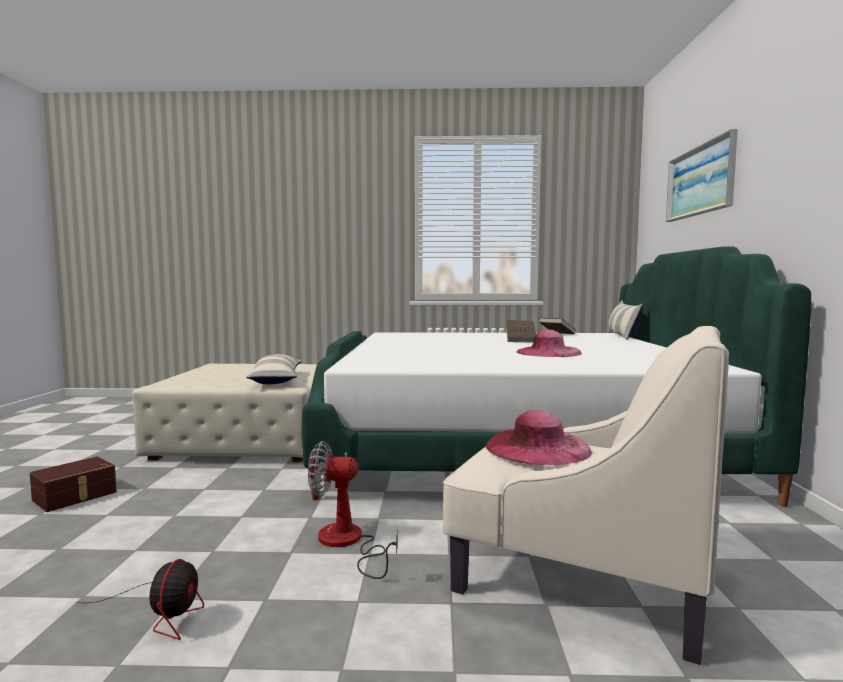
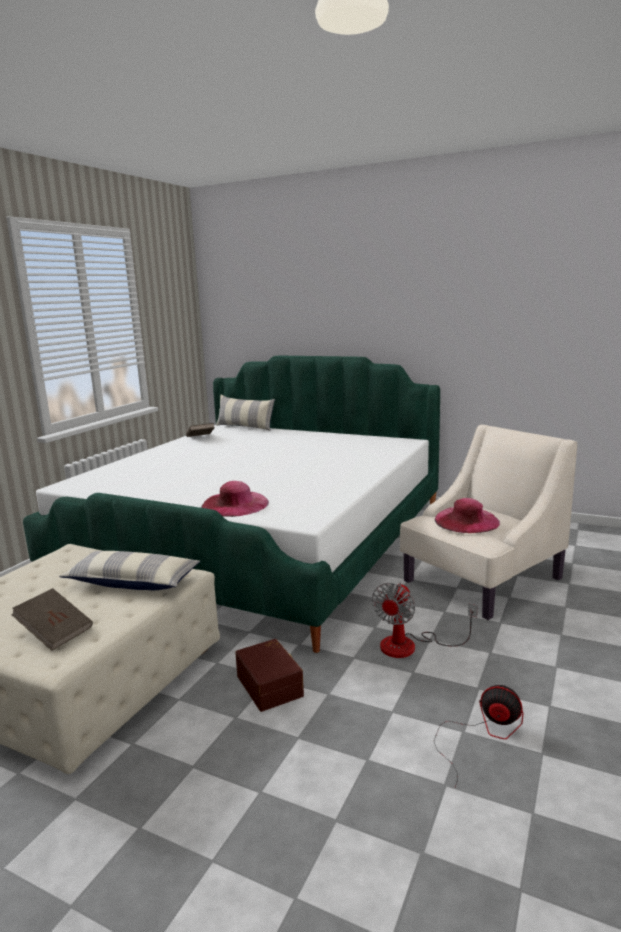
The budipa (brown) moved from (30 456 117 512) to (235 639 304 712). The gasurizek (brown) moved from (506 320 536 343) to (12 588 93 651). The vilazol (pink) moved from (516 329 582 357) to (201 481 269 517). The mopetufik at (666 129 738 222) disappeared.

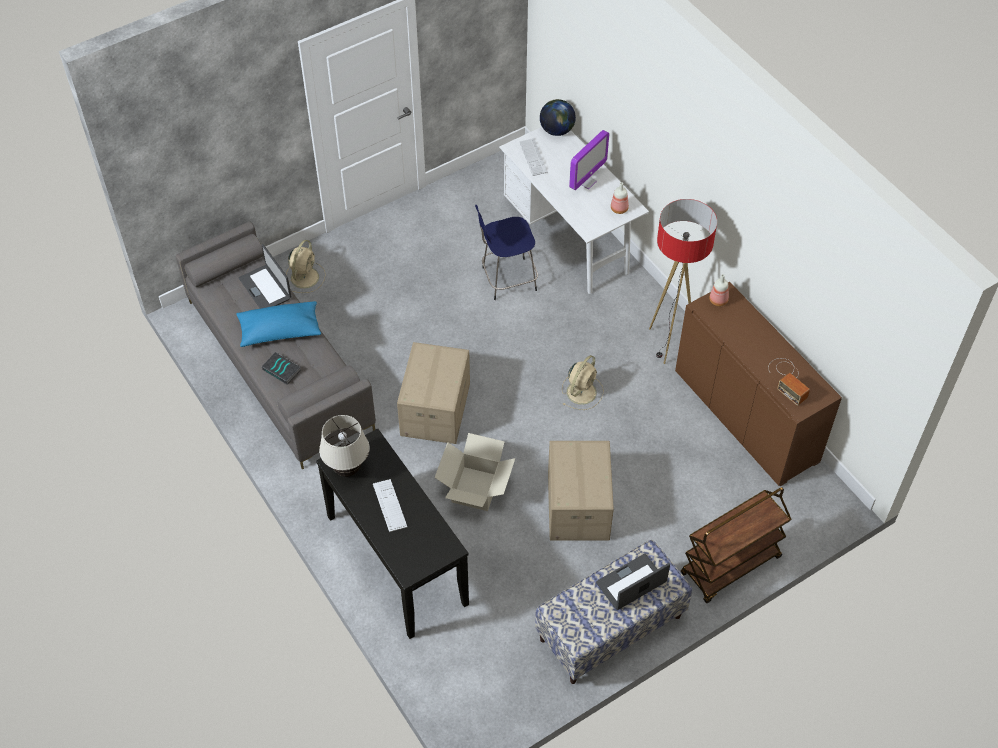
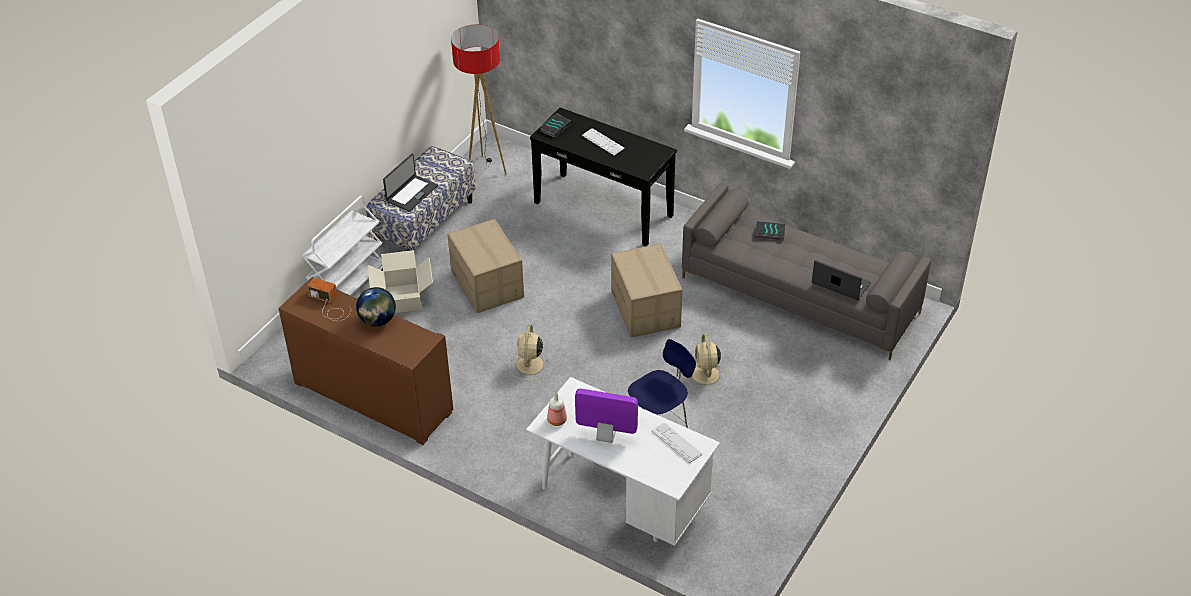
The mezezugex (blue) at (236 301 321 347) disappeared. The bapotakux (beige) moved from (286 240 326 293) to (686 334 728 391). The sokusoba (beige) at (319 415 370 477) disappeared. The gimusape moved from (435 433 515 511) to (368 250 433 313). The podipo moved from (540 99 576 136) to (356 287 396 327). The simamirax at (569 130 609 190) turned 90 degrees clockwise. The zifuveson moved from (649 199 717 364) to (451 24 507 175). The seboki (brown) at (681 487 792 603) became the seboki (white) at (302 196 383 295). The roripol at (709 274 729 306) disappeared. The gasurizek at (540 113 571 138) appeared.

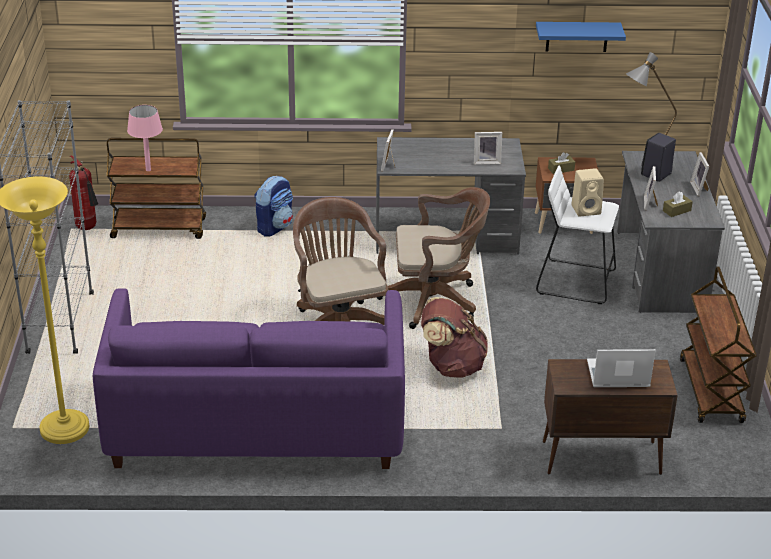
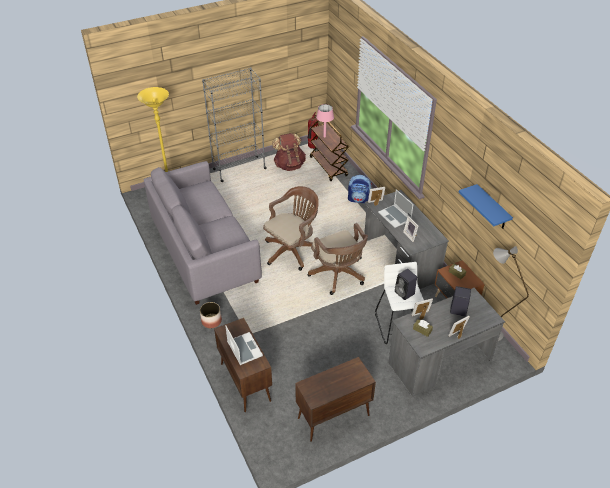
The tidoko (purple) at (93 288 405 469) became the tidoko (grey) at (144 161 262 305). The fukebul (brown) moved from (421 297 488 378) to (272 133 306 171). The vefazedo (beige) at (571 168 604 216) became the vefazedo (black) at (395 269 417 300). The seboki (brown) at (680 266 757 423) was replaced by the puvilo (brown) at (295 357 376 442). The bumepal at (200 302 222 328) appeared. The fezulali at (378 189 414 228) appeared.

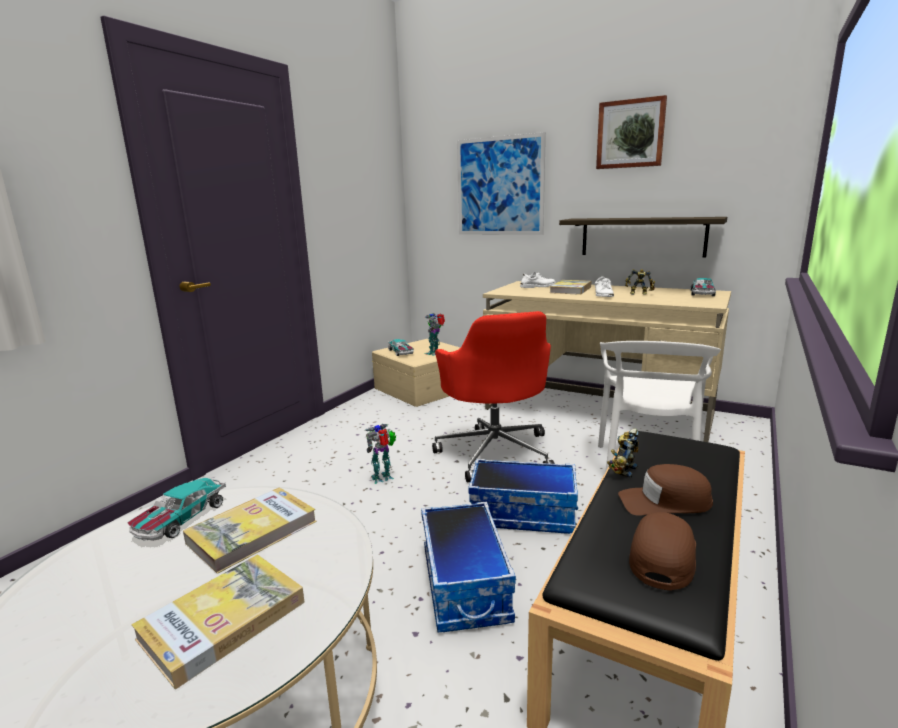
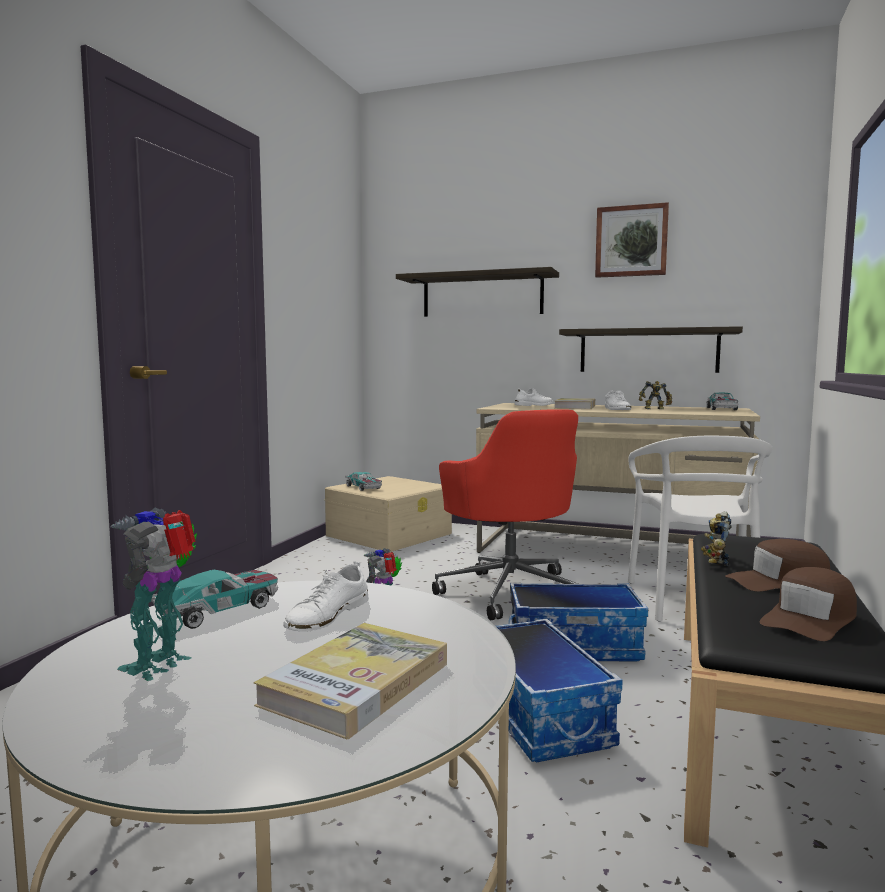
The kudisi at (127 477 226 541) turned 150 degrees counterclockwise. The gasurizek at (183 487 317 574) was replaced by the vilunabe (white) at (283 561 369 632). The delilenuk moved from (425 313 445 356) to (110 508 197 681). The mopetufik at (457 132 546 235) was replaced by the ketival at (396 267 559 317). The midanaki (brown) at (629 512 696 590) turned 150 degrees counterclockwise.

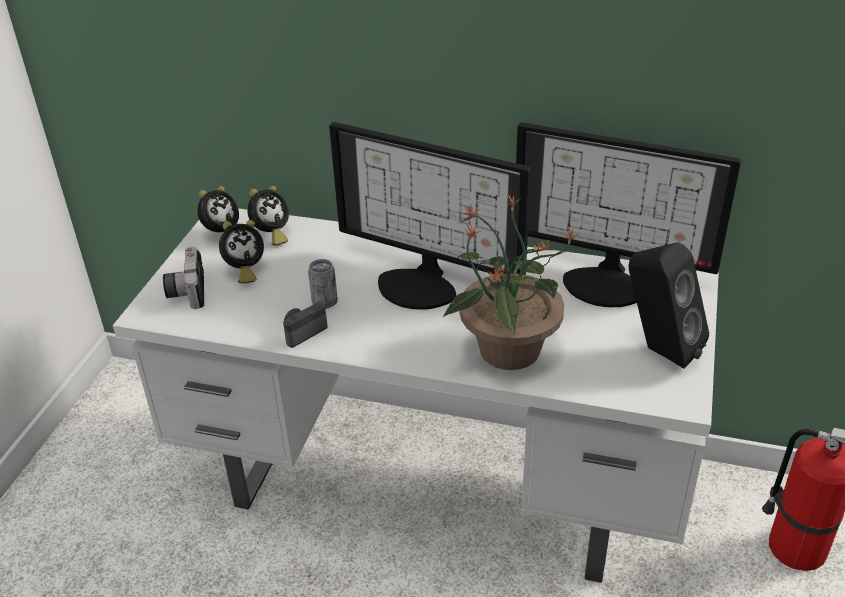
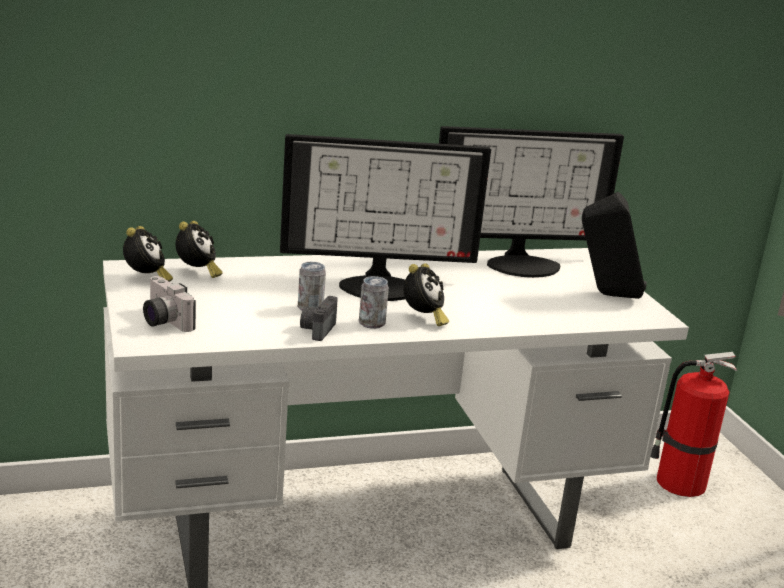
The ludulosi moved from (219 220 264 284) to (403 263 449 326). The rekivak at (443 193 579 370) disappeared. The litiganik at (359 276 389 329) appeared.

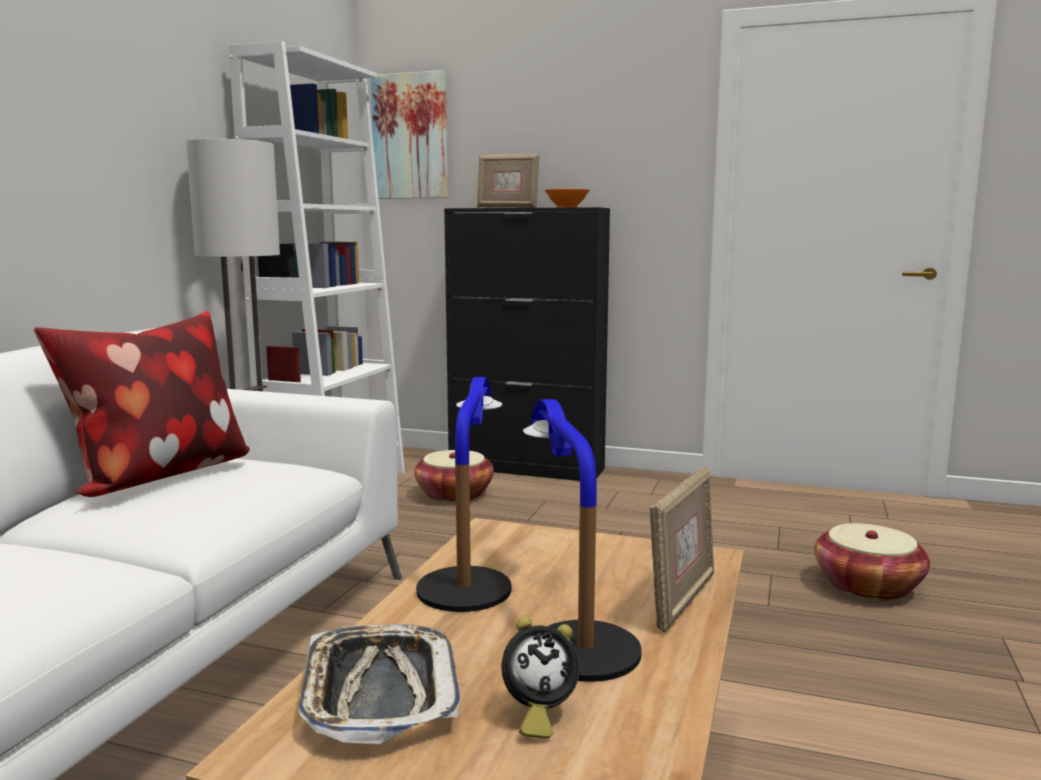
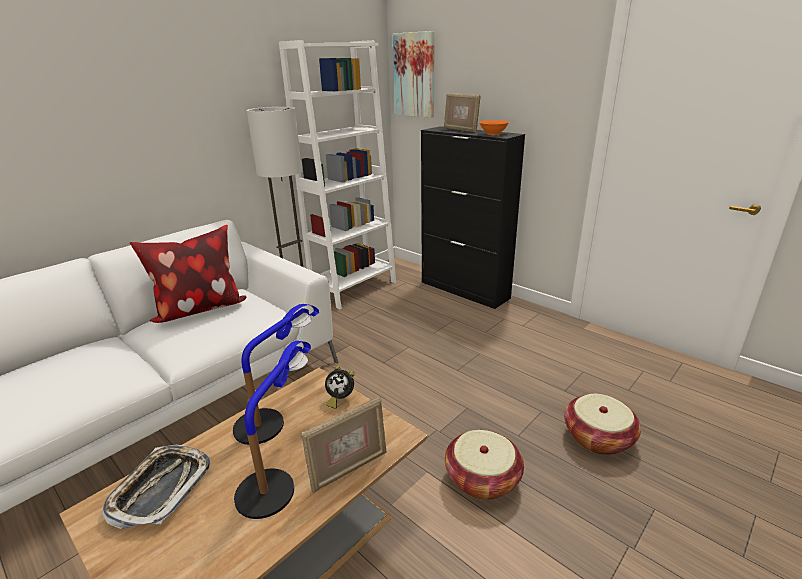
The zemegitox moved from (414 450 494 503) to (445 430 524 500). The ludulosi moved from (502 617 580 738) to (325 366 355 409).

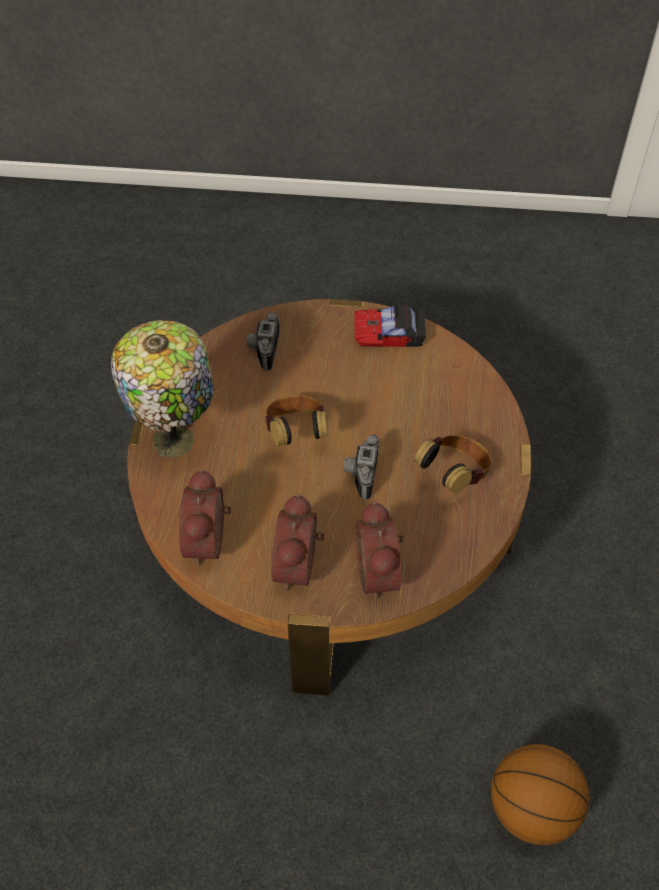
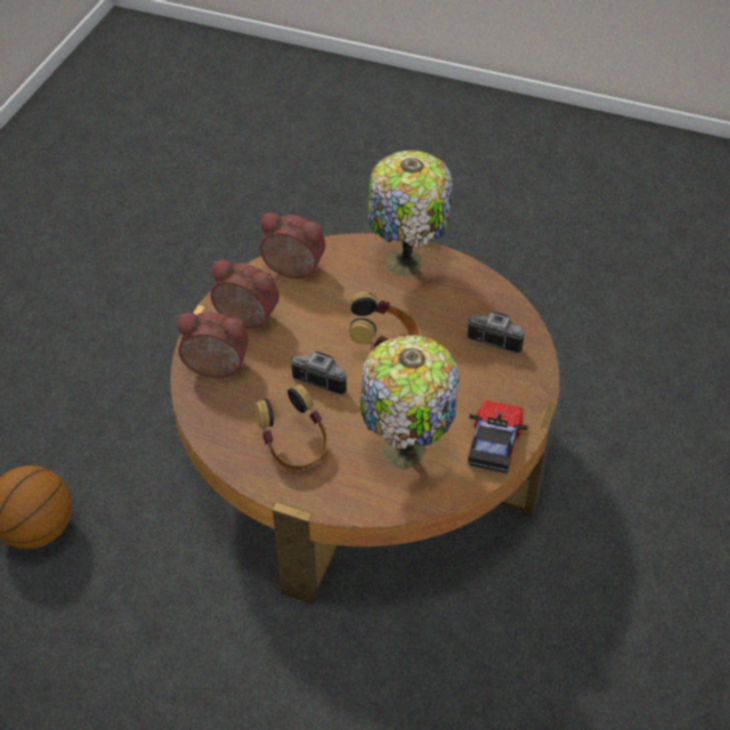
The sokusoba at (360 335 459 470) appeared.

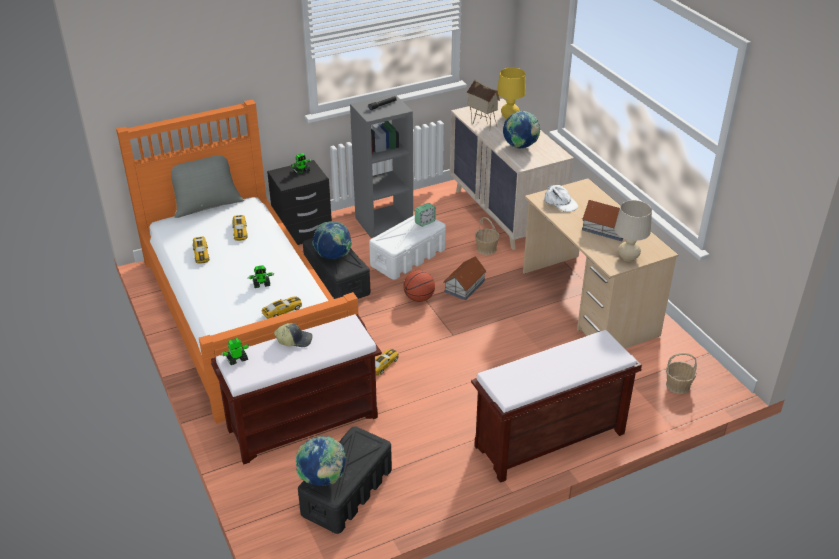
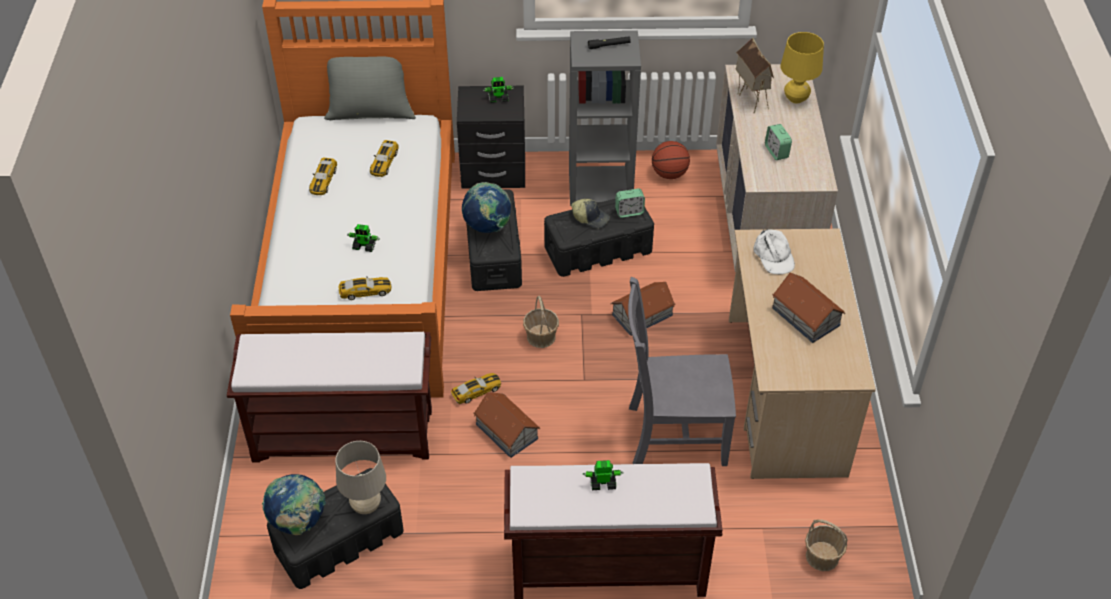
The delilenuk moved from (220 338 250 365) to (583 460 623 490). The midanaki moved from (274 323 313 347) to (571 199 610 229). The budipa (white) at (369 215 446 280) became the budipa (black) at (544 199 654 277). The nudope moved from (403 270 435 302) to (652 141 690 179). The zemegitox moved from (475 217 500 255) to (523 296 559 348). The podipo at (503 111 540 149) was replaced by the ludulosi at (765 124 792 160). The sokusoba (beige) moved from (614 200 652 261) to (335 441 386 514). The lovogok at (474 392 540 458) appeared. The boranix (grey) at (628 277 736 466) appeared.

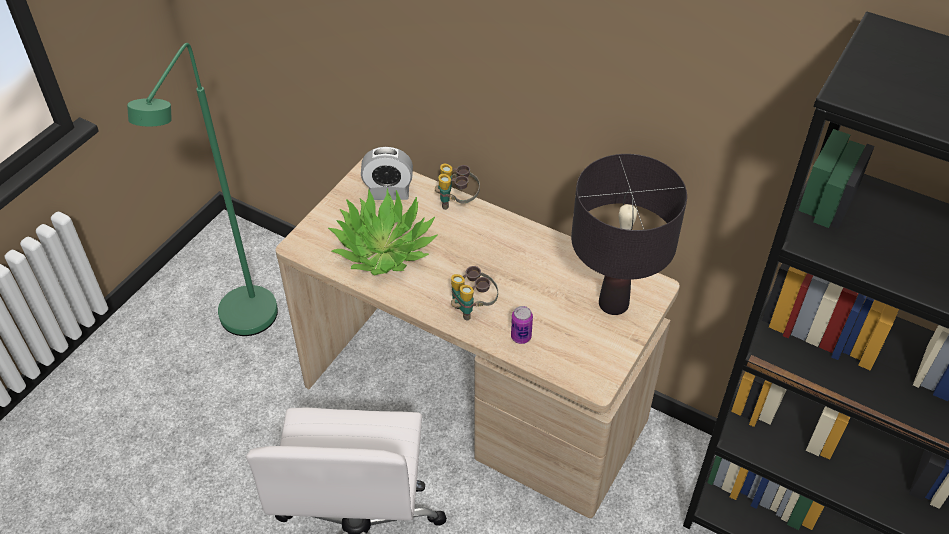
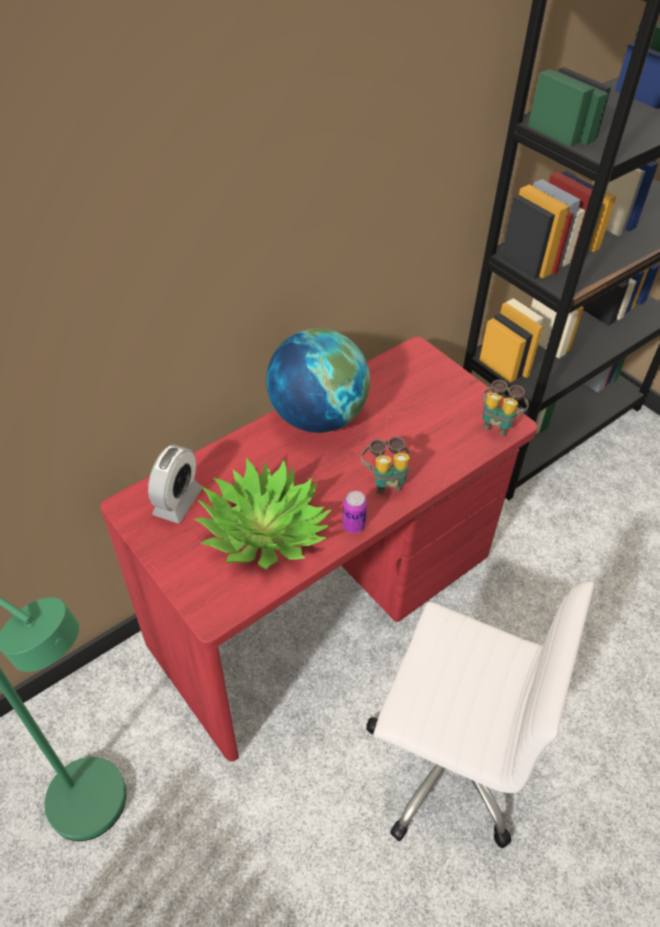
The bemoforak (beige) at (275 158 680 518) became the bemoforak (red) at (100 337 538 762). The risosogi moved from (435 164 480 210) to (482 380 529 436). The litiganik moved from (511 306 533 344) to (342 491 367 533). The sokusoba (black) at (571 154 687 315) disappeared. The podipo at (266 328 370 433) appeared.

